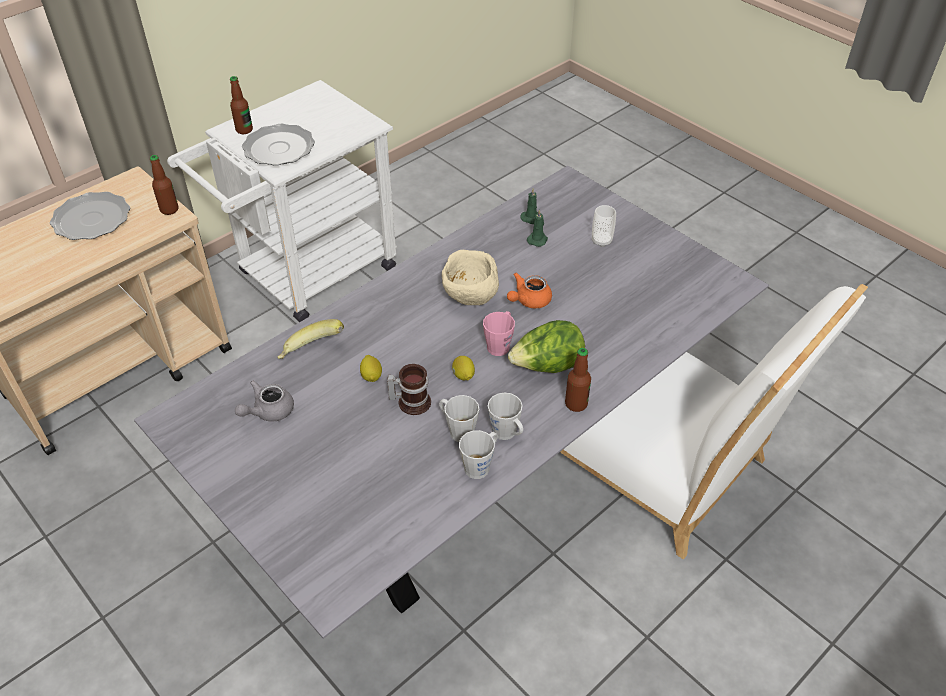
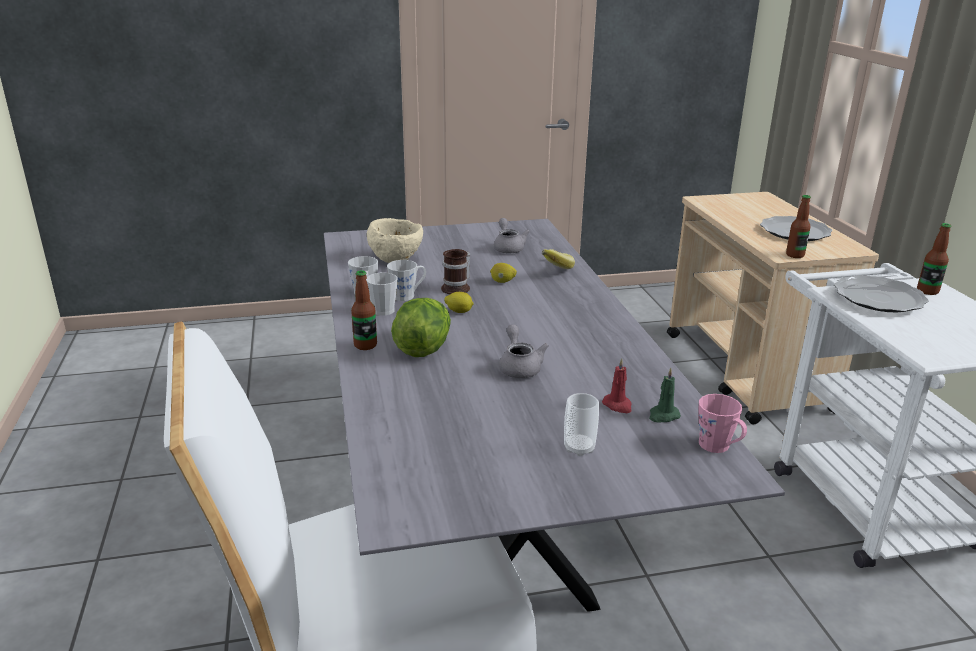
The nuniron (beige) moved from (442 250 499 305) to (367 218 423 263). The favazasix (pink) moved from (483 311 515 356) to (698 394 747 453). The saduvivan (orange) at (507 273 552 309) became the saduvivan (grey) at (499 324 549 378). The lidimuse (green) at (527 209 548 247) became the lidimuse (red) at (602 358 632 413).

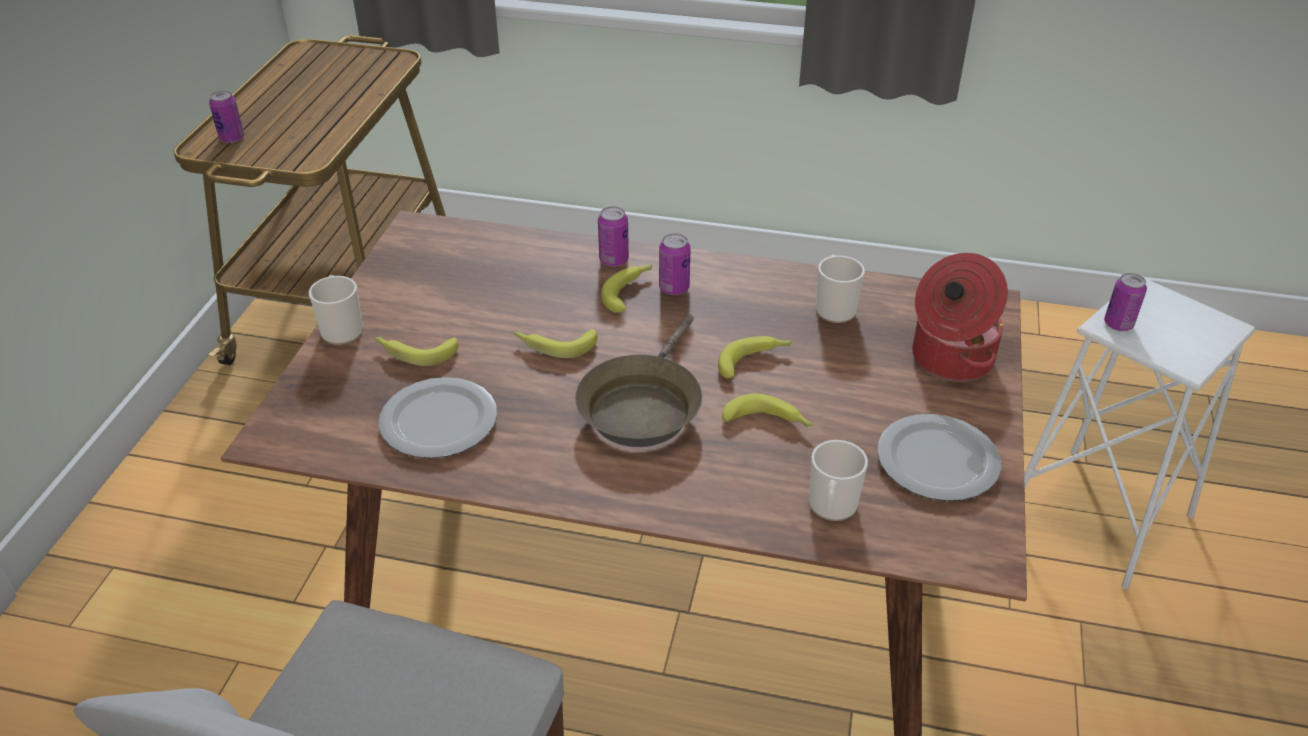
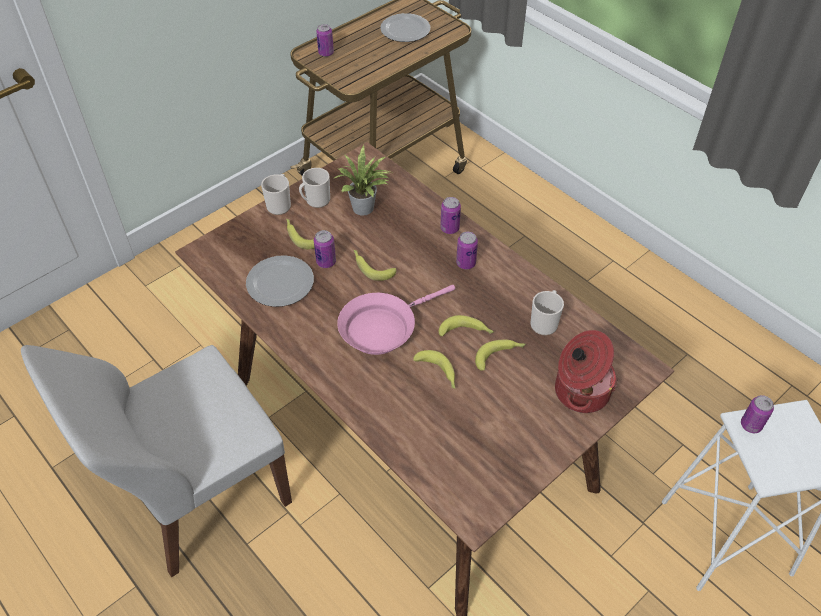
The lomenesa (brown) at (575 314 702 447) became the lomenesa (pink) at (337 285 455 355). The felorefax moved from (601 264 652 313) to (475 339 526 371). The favazasix moved from (809 440 868 521) to (299 168 330 208). The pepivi moved from (877 414 1001 501) to (380 13 430 42). The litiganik at (314 230 336 268) appeared. The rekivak at (333 145 390 216) appeared.

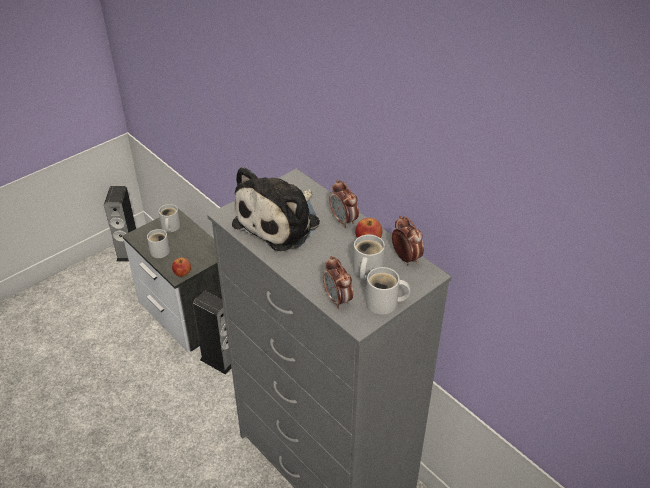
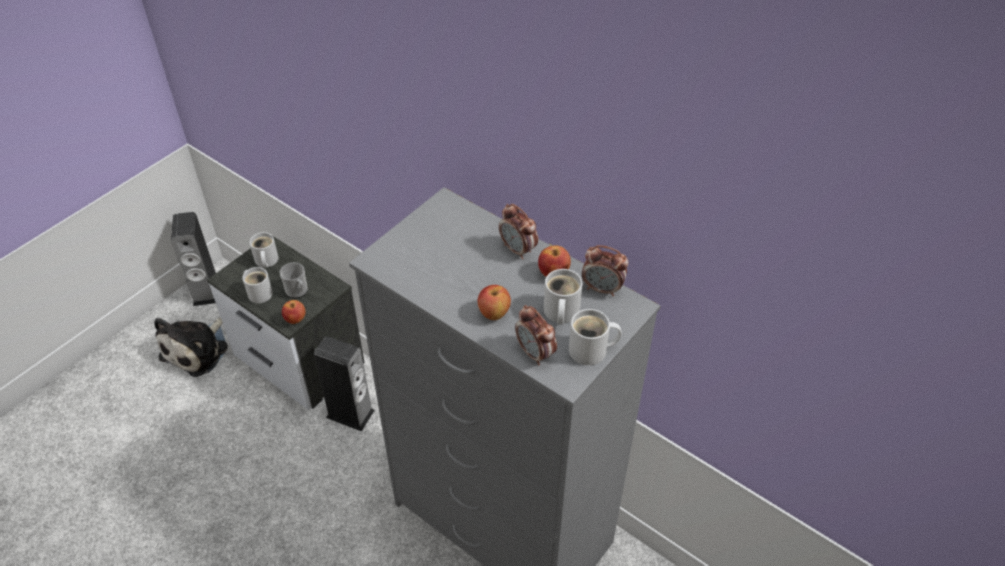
The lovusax moved from (232 167 320 251) to (154 317 228 377). The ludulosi at (392 216 424 265) turned 150 degrees clockwise. The favazasix at (279 262 308 298) appeared. The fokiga at (478 285 511 320) appeared.

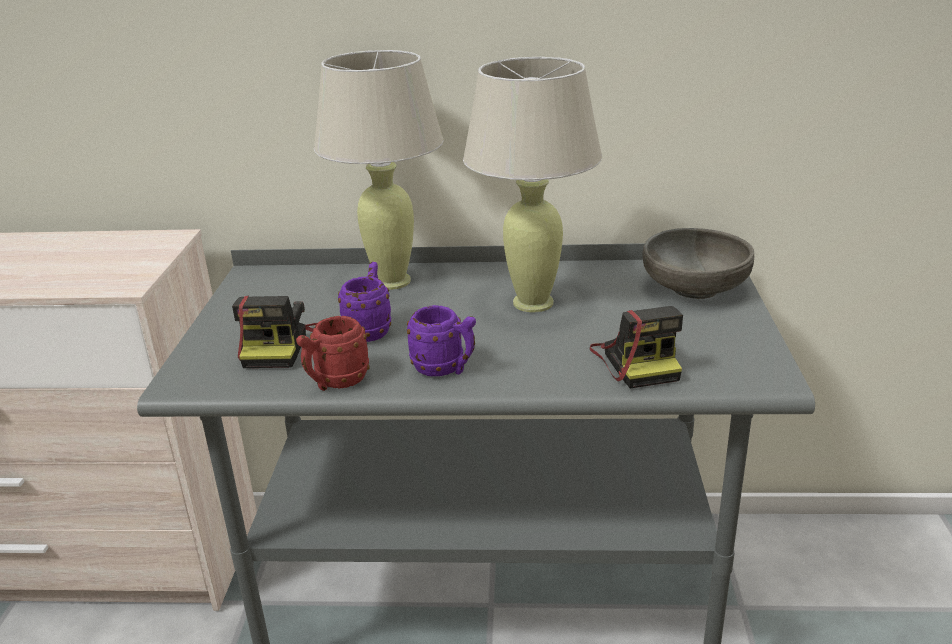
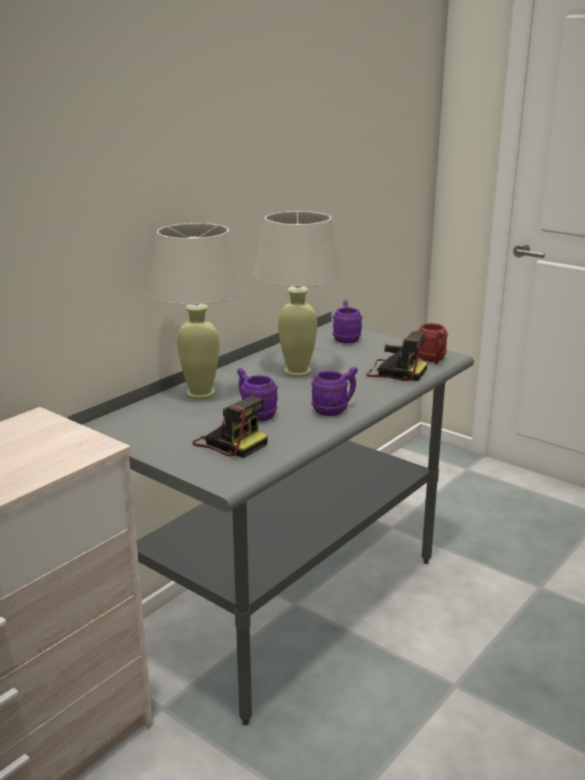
The favazasix (red) moved from (296 316 370 391) to (417 323 448 364). The nuniron (grey) at (642 228 755 299) was replaced by the favazasix (purple) at (332 300 362 343).

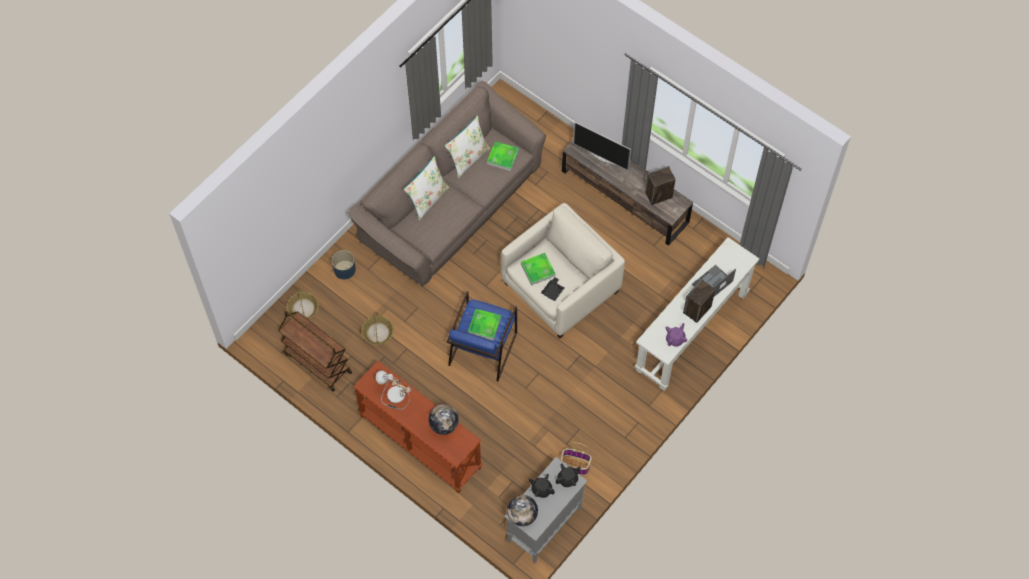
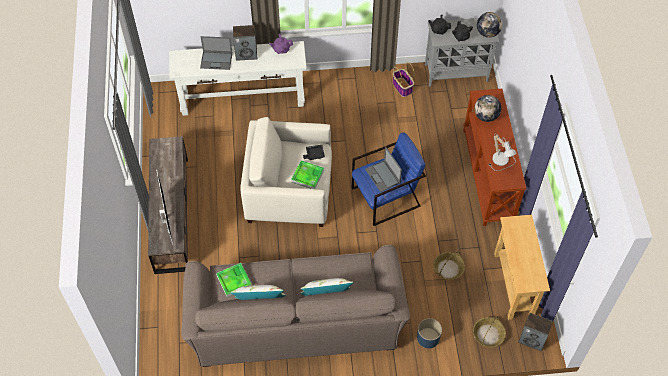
The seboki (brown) at (278 311 352 392) was replaced by the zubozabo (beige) at (494 215 550 320). The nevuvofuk at (468 309 501 341) was replaced by the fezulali at (365 147 402 192). The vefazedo moved from (645 166 676 205) to (518 313 553 351).

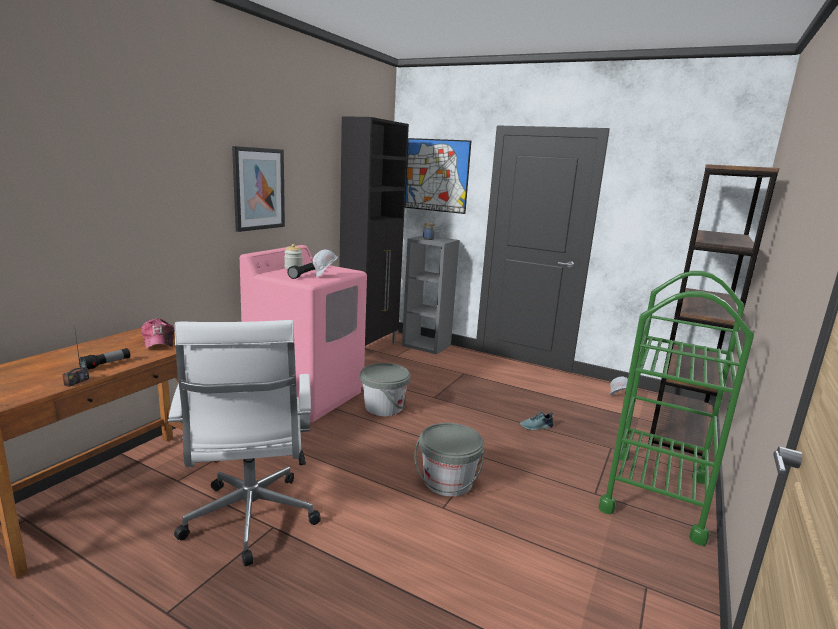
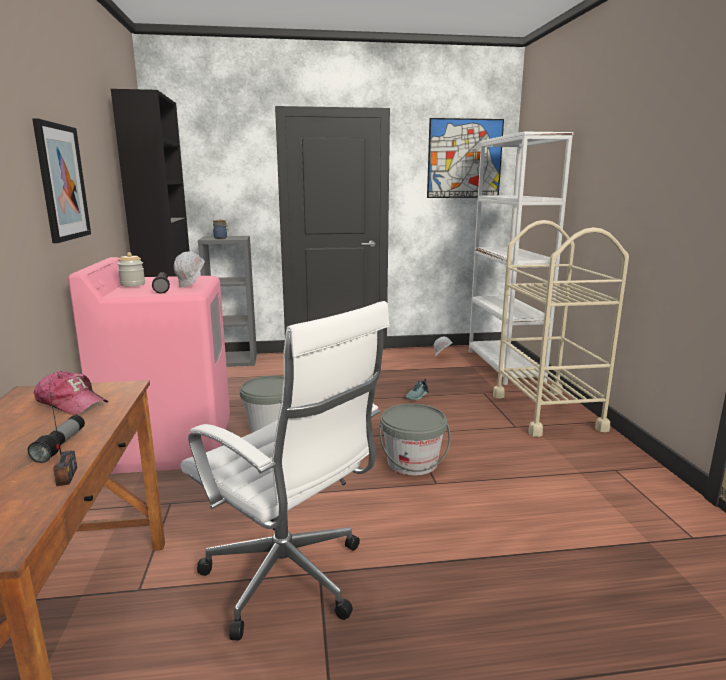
The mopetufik moved from (405 138 471 214) to (427 118 504 198). The seboki (green) at (599 271 754 546) became the seboki (beige) at (493 220 629 437). The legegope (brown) at (648 164 780 456) became the legegope (white) at (469 132 574 385).

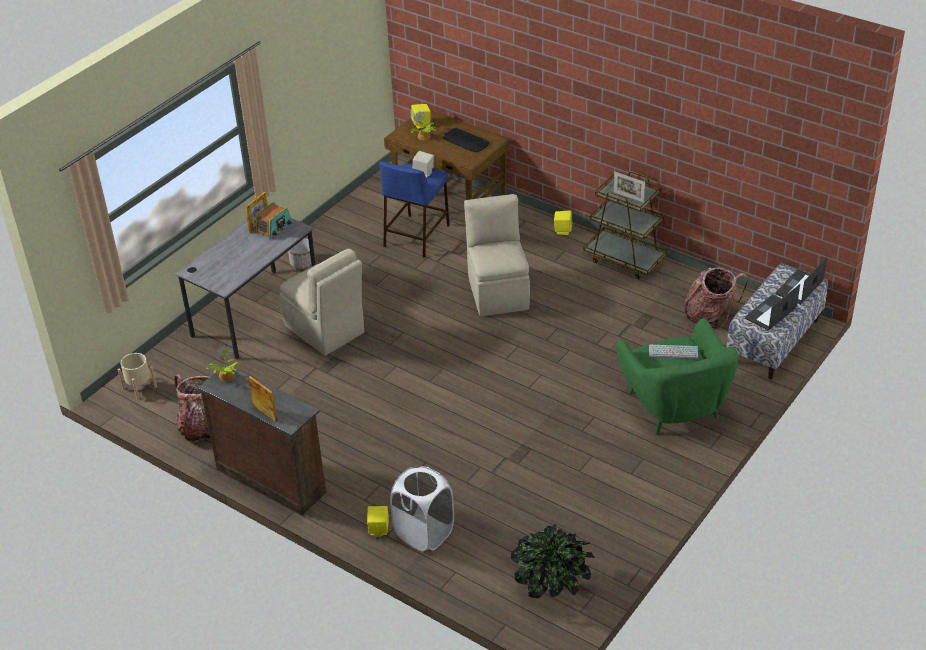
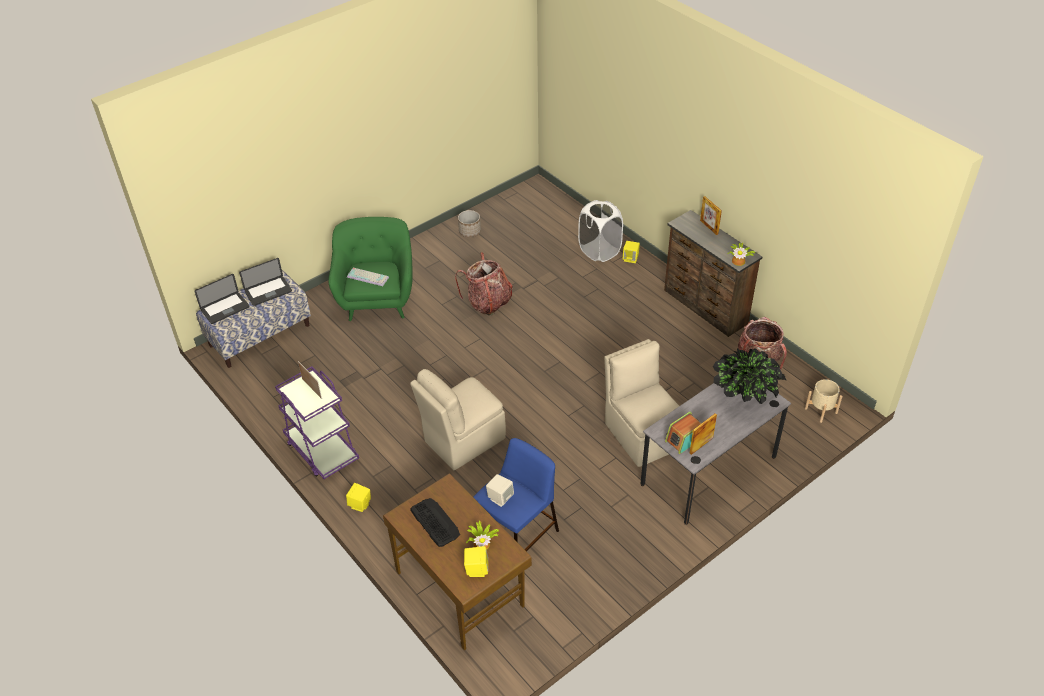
The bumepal moved from (288 238 315 269) to (458 210 481 237). The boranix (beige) at (464 194 530 316) turned 45 degrees clockwise. The rekivak moved from (511 524 595 598) to (713 348 787 404). The seboki (brown) at (583 171 668 279) became the seboki (purple) at (275 366 359 479). The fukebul moved from (684 267 748 329) to (455 252 512 315).

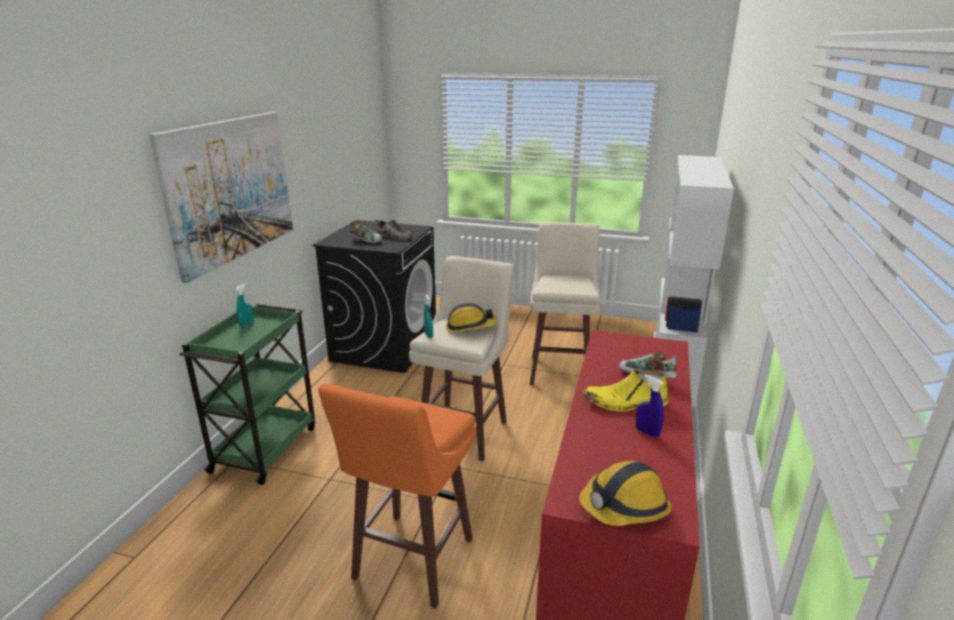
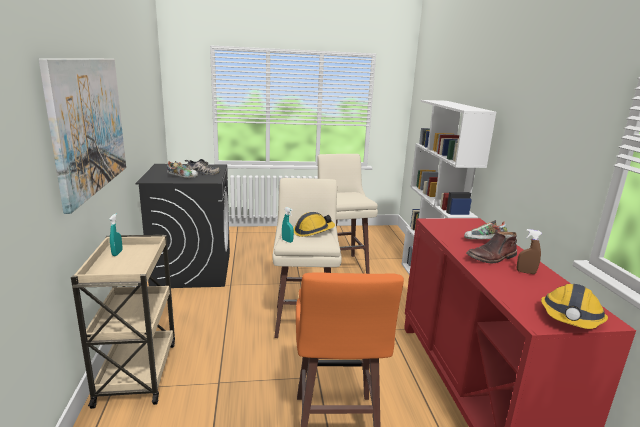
The seboki (green) at (179 304 315 485) became the seboki (beige) at (71 235 175 409). The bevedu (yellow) at (583 368 668 411) became the bevedu (brown) at (466 231 517 263). The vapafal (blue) at (636 375 664 438) became the vapafal (brown) at (517 229 542 274).

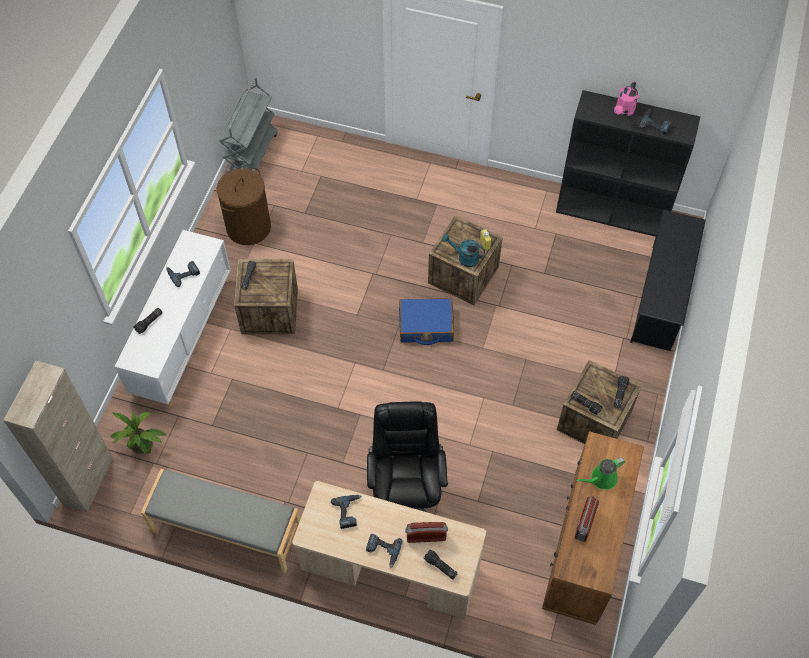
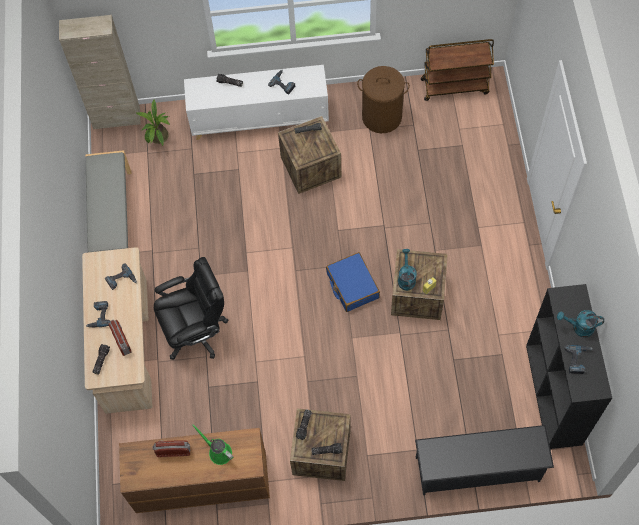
The seboki (grey) at (219 77 277 173) became the seboki (brown) at (421 39 494 101). The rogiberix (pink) at (614 81 639 116) became the rogiberix (turquoise) at (557 310 604 337).

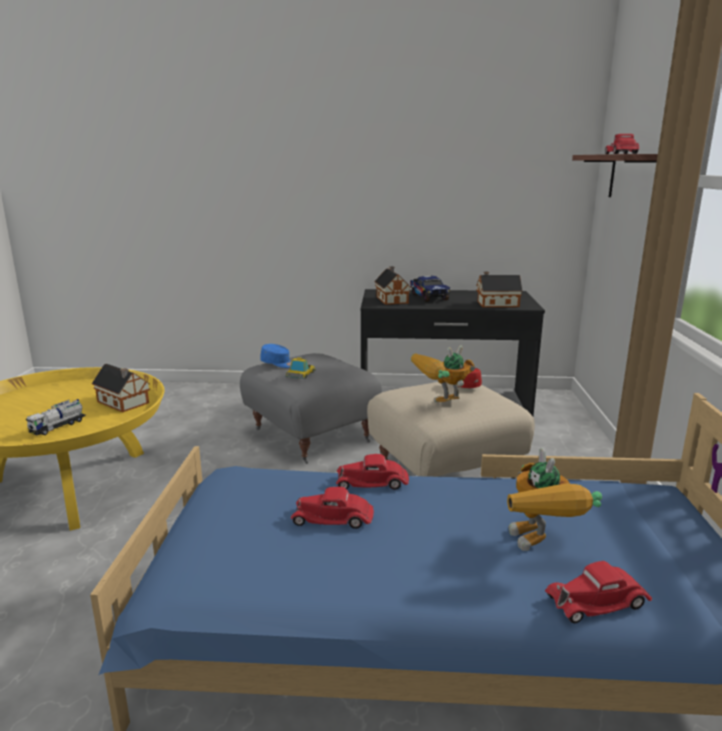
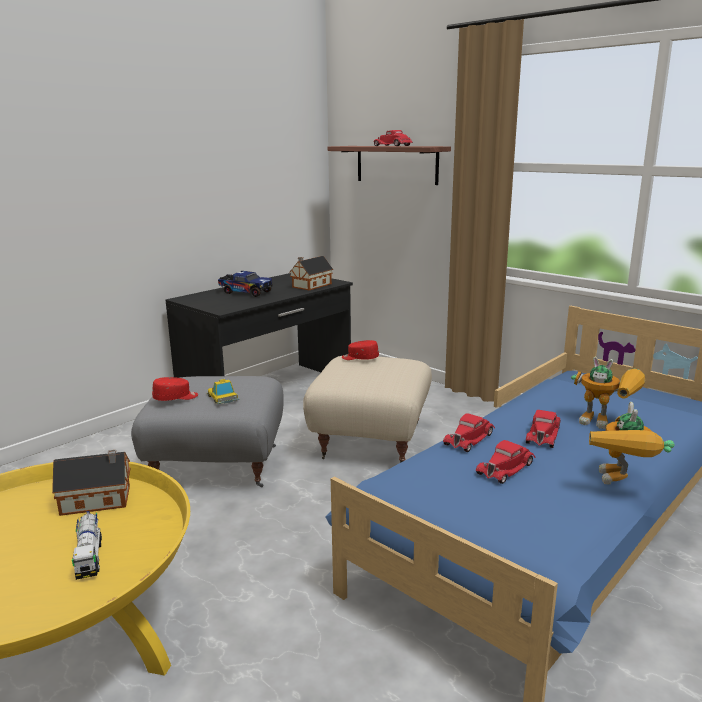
The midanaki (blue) at (260 344 292 368) became the midanaki (red) at (152 377 198 401). The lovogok at (374 266 411 305) disappeared. The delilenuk moved from (411 345 475 403) to (589 402 674 484). The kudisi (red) moved from (545 561 652 623) to (526 410 561 448).

